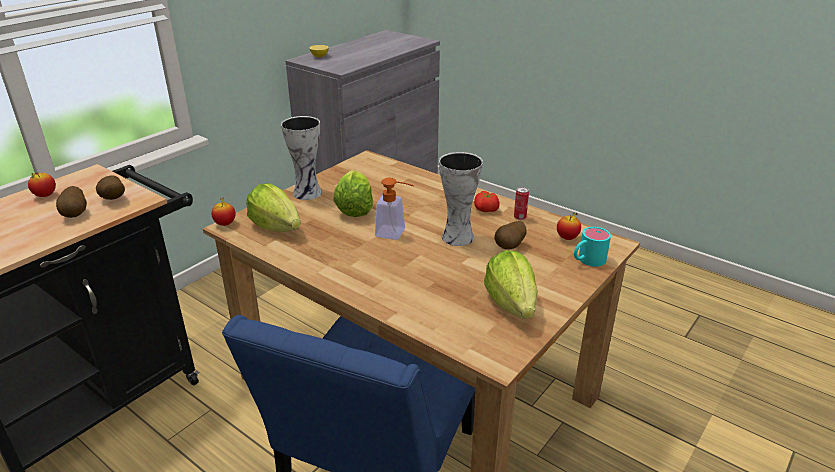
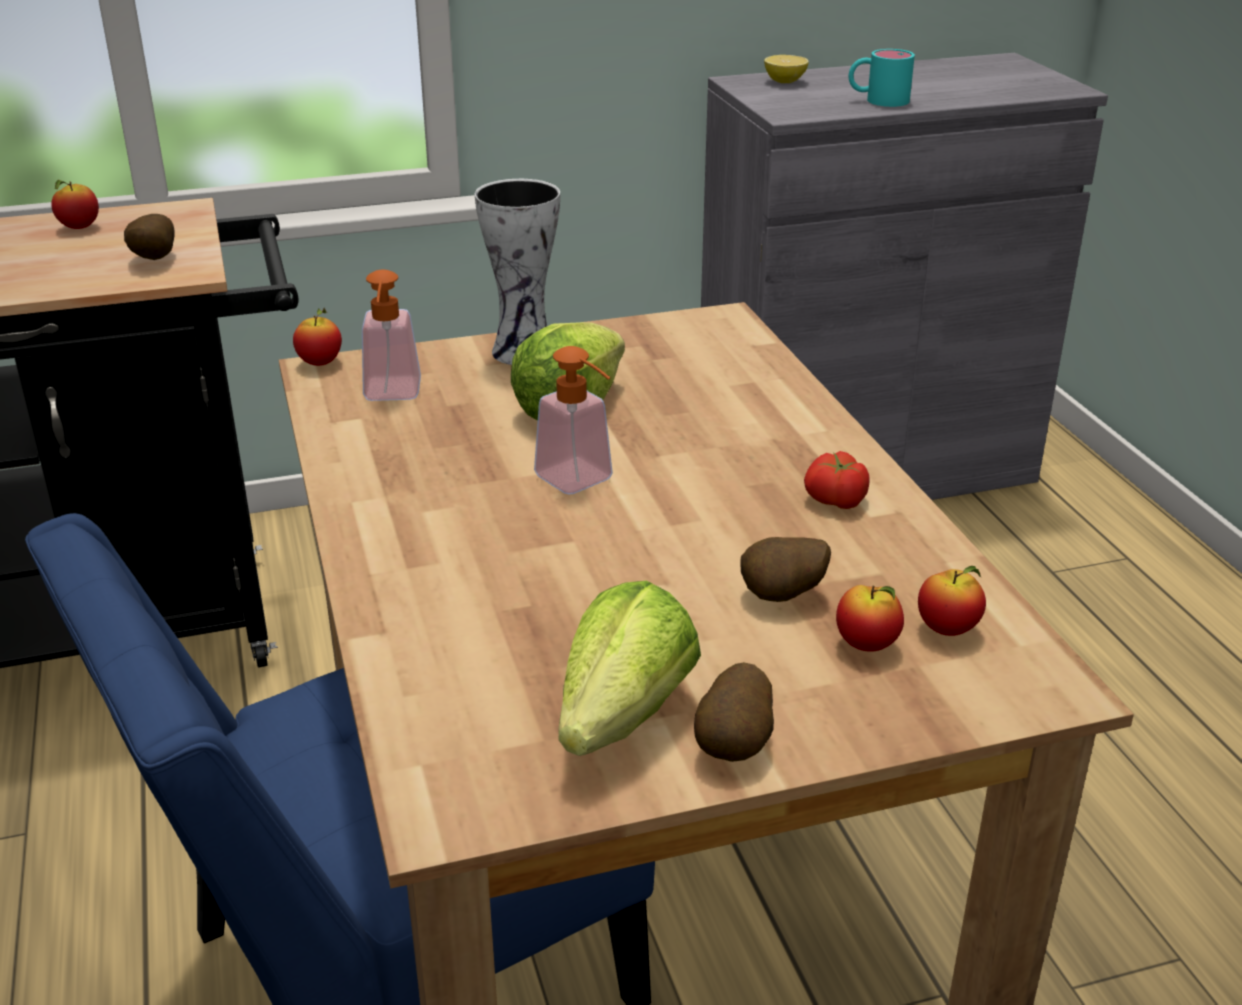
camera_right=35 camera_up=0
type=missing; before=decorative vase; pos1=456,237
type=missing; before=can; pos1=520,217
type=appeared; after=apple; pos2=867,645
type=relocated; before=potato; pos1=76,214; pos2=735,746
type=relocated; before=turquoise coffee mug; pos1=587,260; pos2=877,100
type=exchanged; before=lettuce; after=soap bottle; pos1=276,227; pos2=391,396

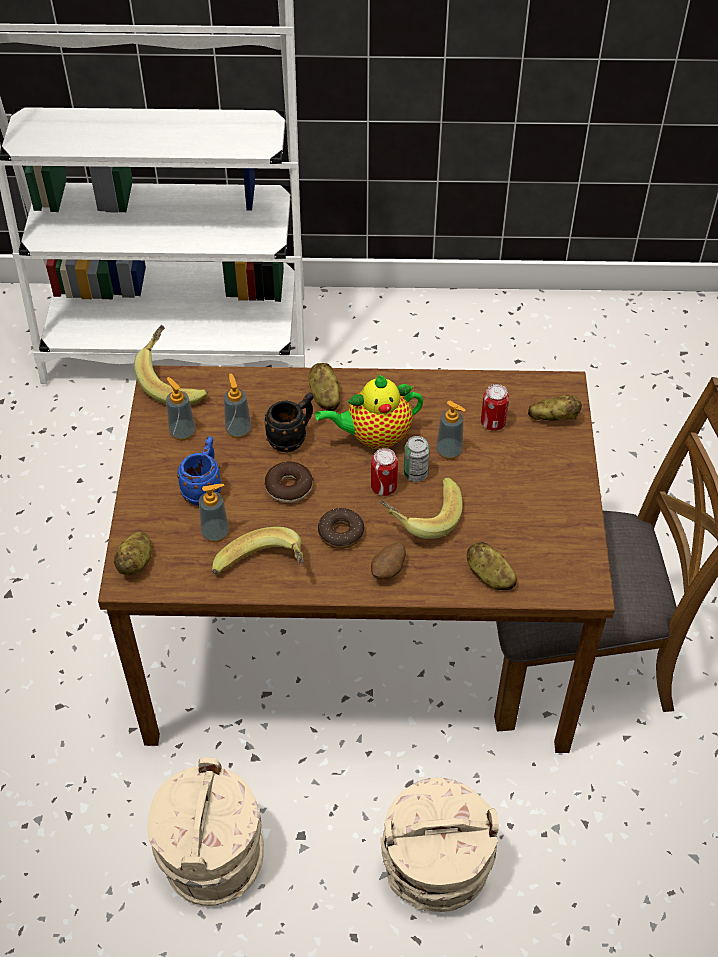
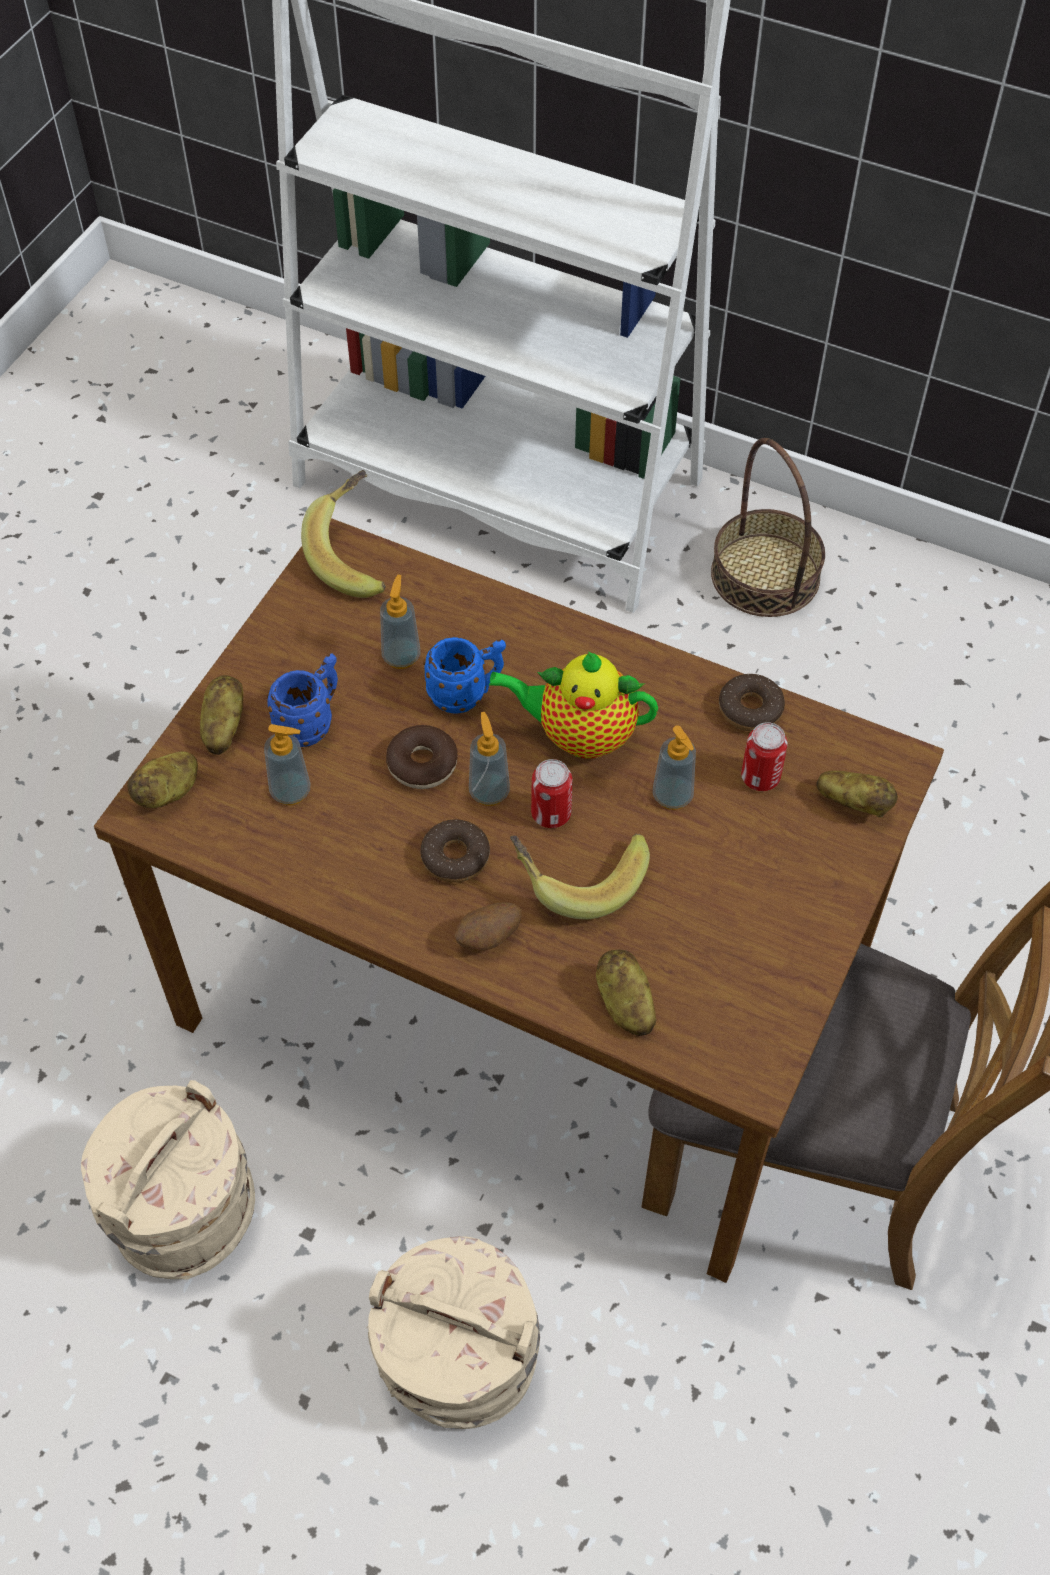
camera_right=25 camera_up=5
type=missing; before=banana fruit; pos1=263,571
type=missing; before=can; pos1=415,474
type=appeared; after=basket; pos2=765,575
type=appeared; after=doughnut; pos2=750,709
type=relocated; before=soap bottle; pos1=182,432; pos2=489,791
type=relocated; before=potato; pos1=324,396; pos2=223,727
type=colour; before=black coffee mug; after=blue coffee mug; pos1=292,438; pos2=466,694

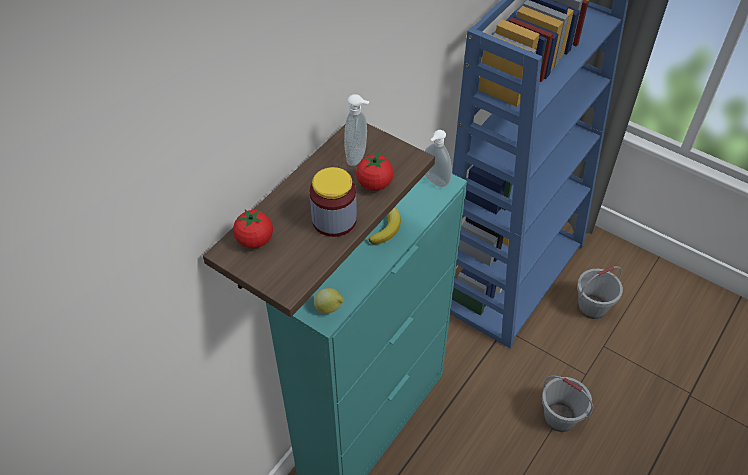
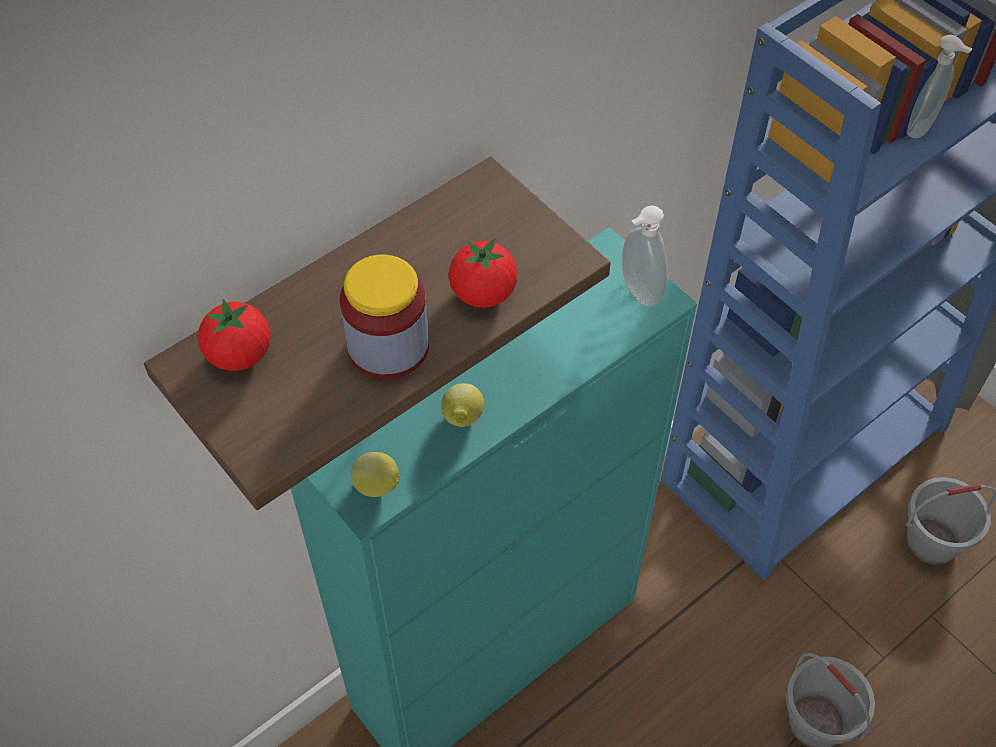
camera_right=15 camera_up=5
type=missing; before=banana fruit; pos1=386,227
type=appeared; after=citrus fruit; pos2=462,420
type=relocated; before=soap bottle; pos1=358,157; pos2=922,127

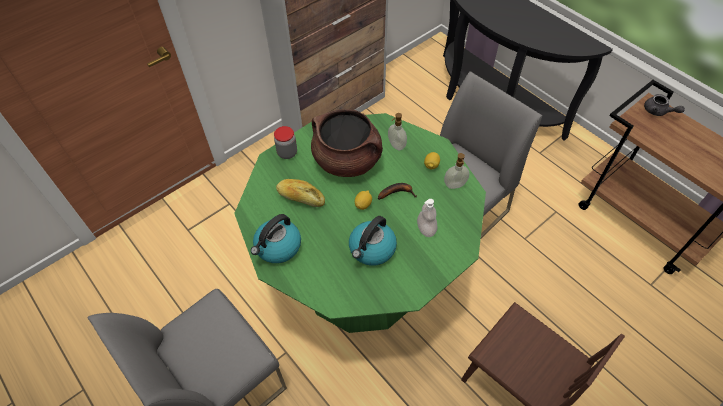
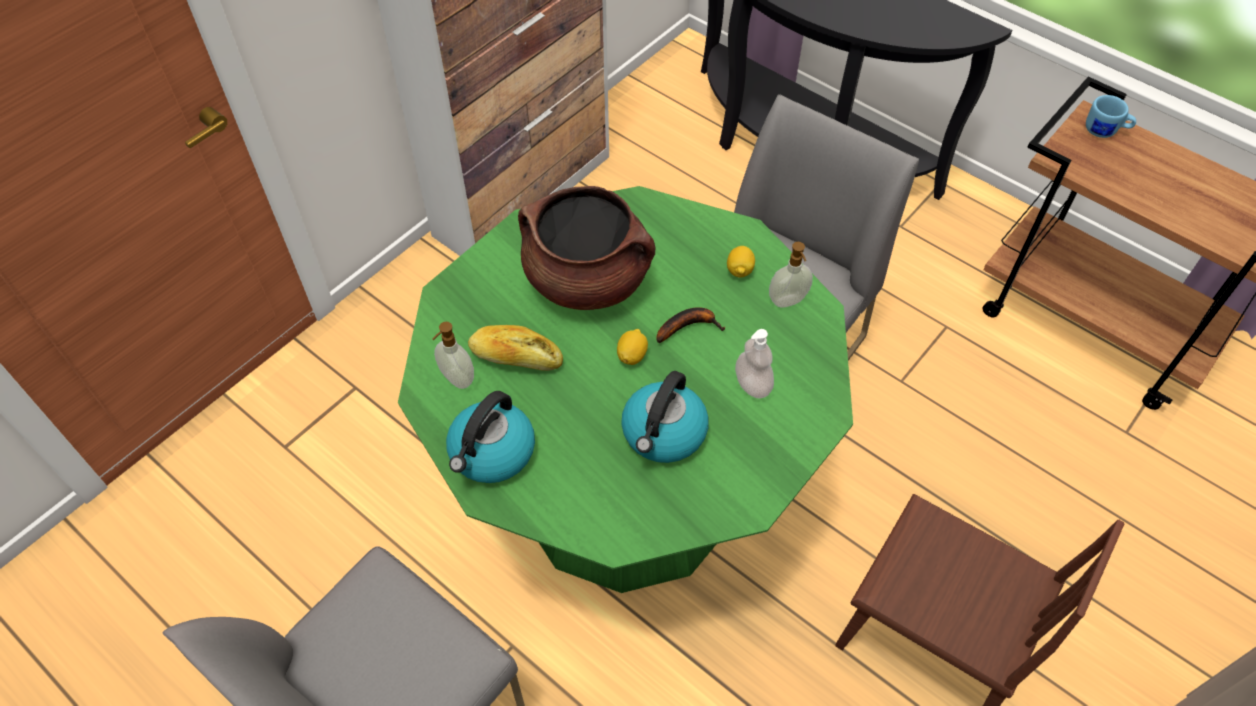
camera_right=-10 camera_up=0
type=missing; before=preserve jar; pos1=287,153
type=relocated; before=soap bottle; pos1=396,146; pos2=456,379
type=exchanged; before=greyish teapot; after=blue coffee mug; pos1=658,111; pos2=1105,131

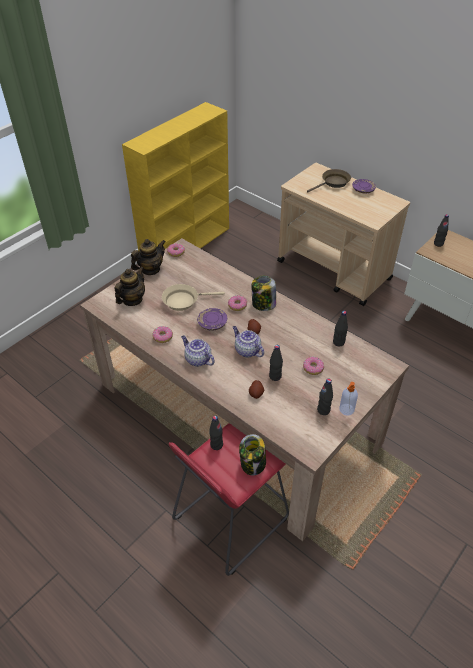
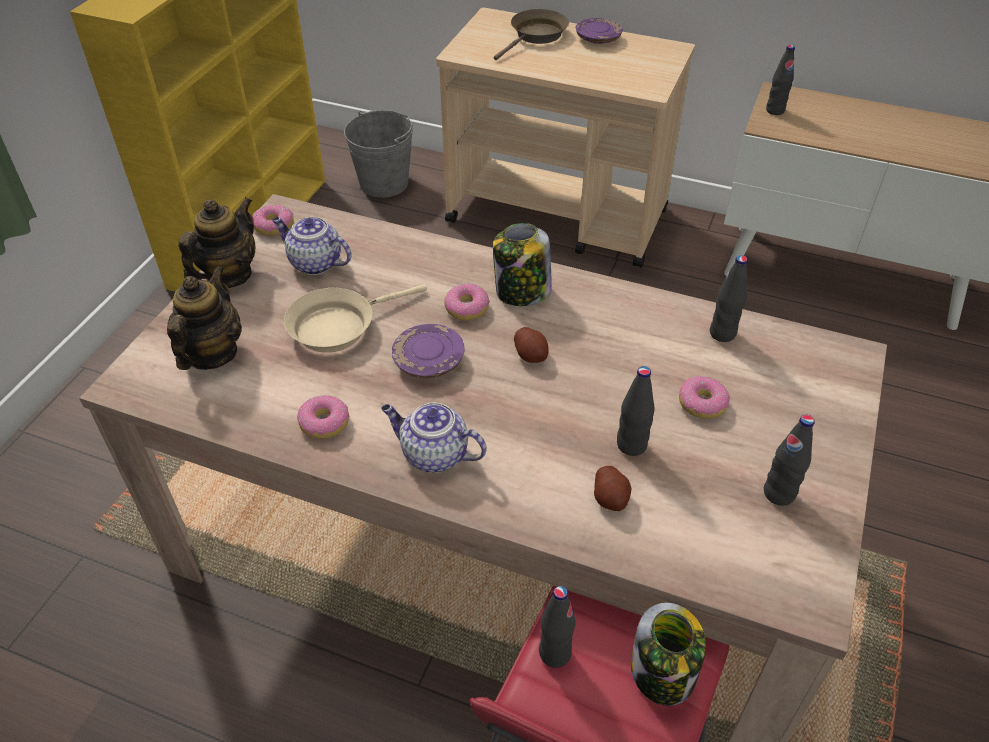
camera_right=-20 camera_up=0
type=missing; before=soap bottle; pos1=346,410
type=appeared; after=greyish water bucket; pos2=384,183
type=relocated; before=teapot; pos1=247,350; pos2=314,263

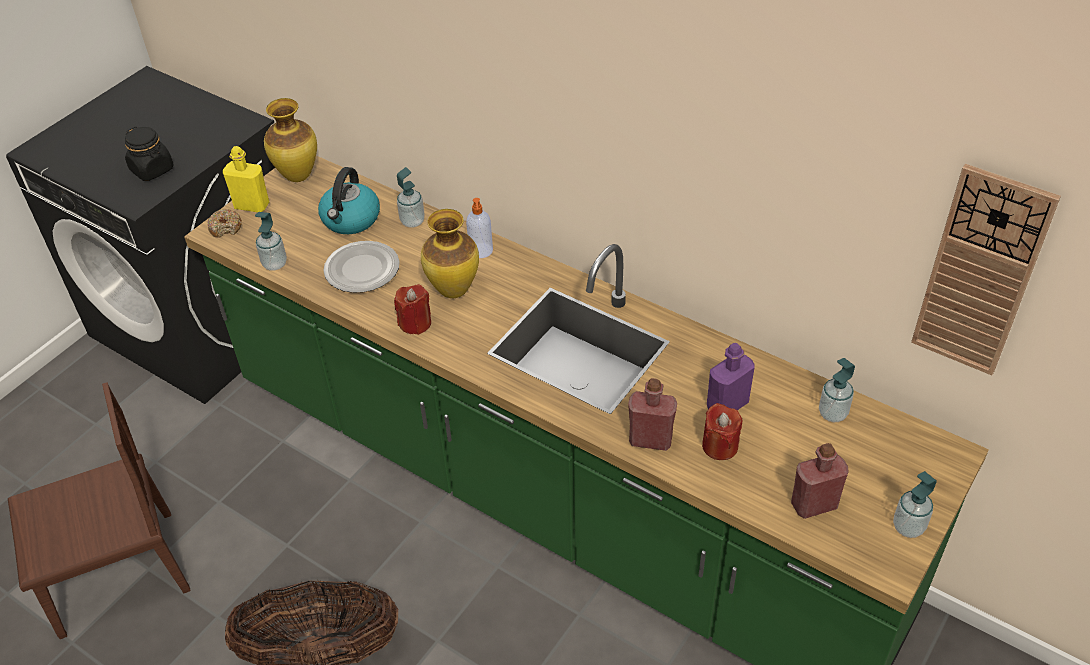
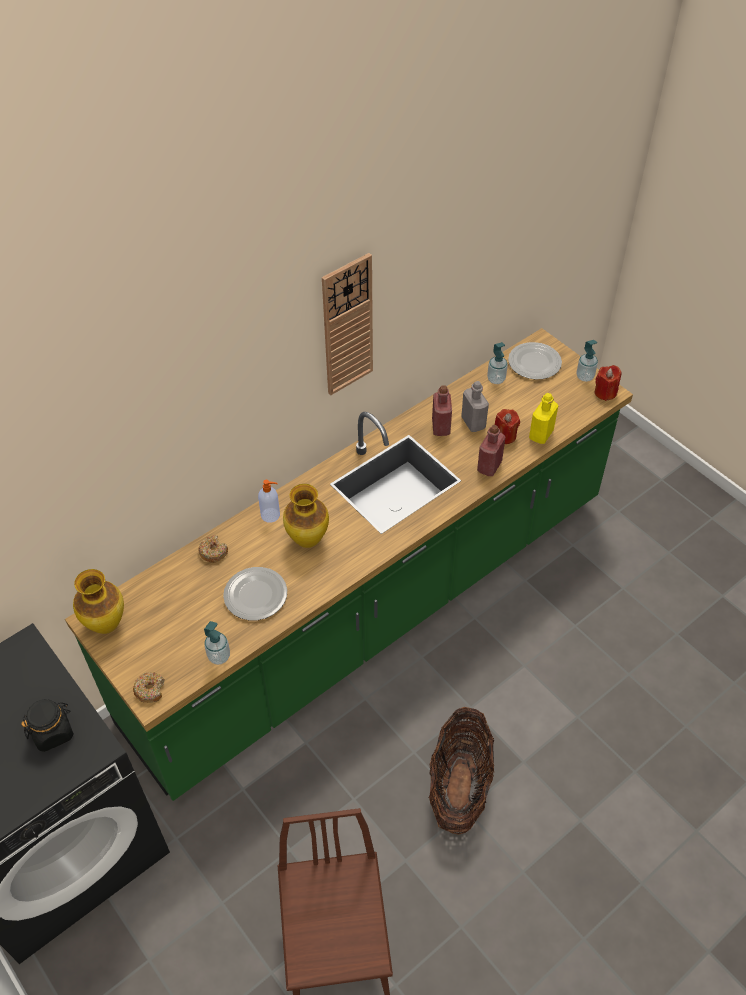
camera_right=-75 camera_up=5
type=missing; before=tea kettle; pos1=351,220
type=appeared; after=plate; pos2=533,363
type=relocated; before=yellow bottle; pos1=252,205; pos2=541,434
type=relocated; before=red wax light; pos1=415,323; pos2=605,392
type=relocated; before=red bottle; pos1=814,504; pos2=441,427
type=relocated; before=wall clock; pos1=980,273; pos2=347,326
type=exchanged; before=soap bottle; after=doughnut; pos1=412,221; pos2=213,552
type=colour; before=purple bottle; after=greyish bottle; pos1=727,405; pos2=473,423

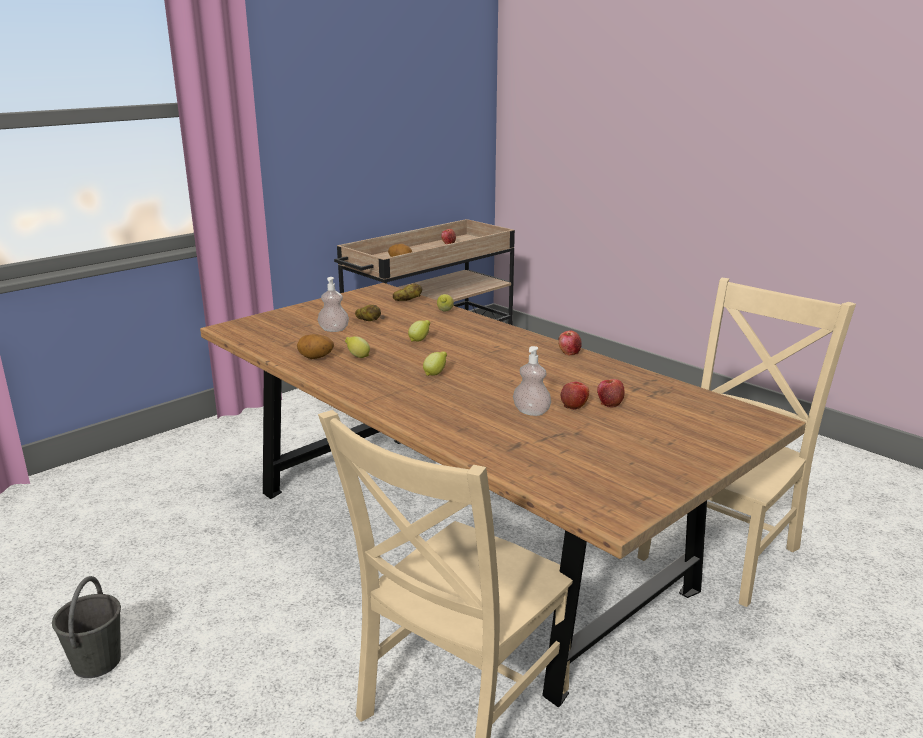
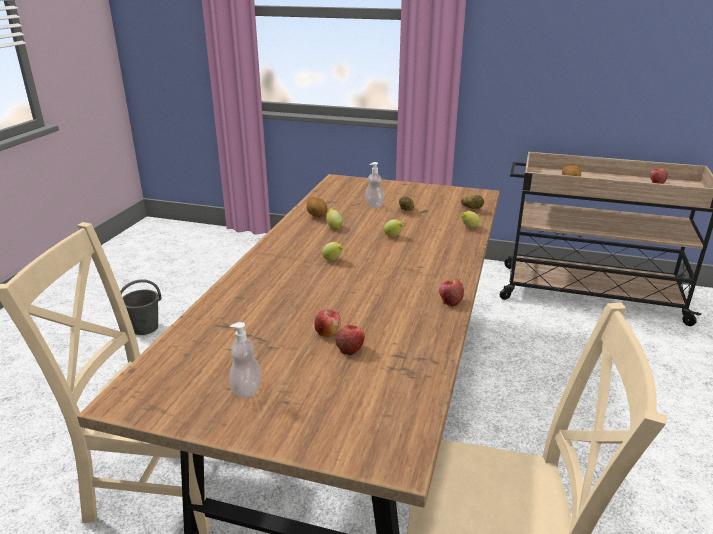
camera_right=60 camera_up=5
type=relocated; before=soap bottle; pos1=531,412; pos2=246,389

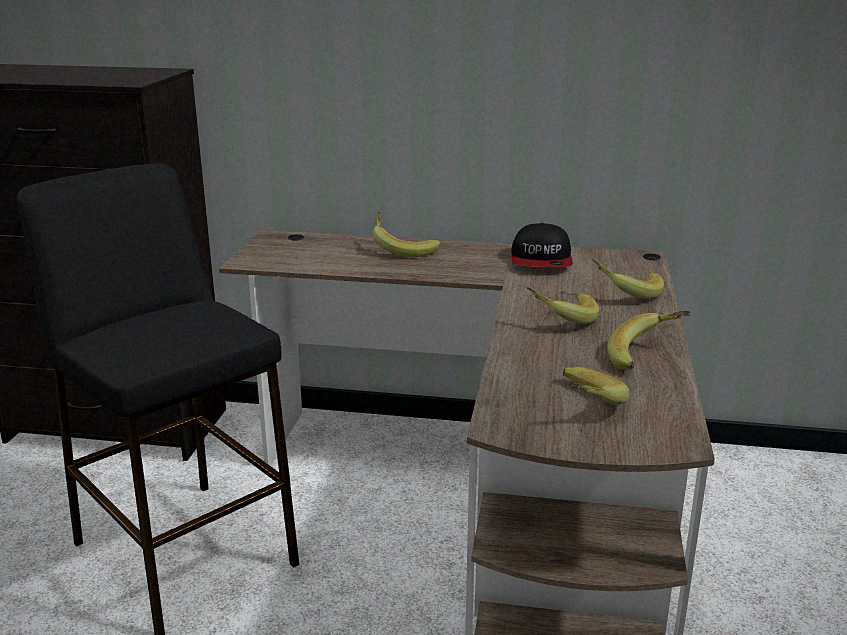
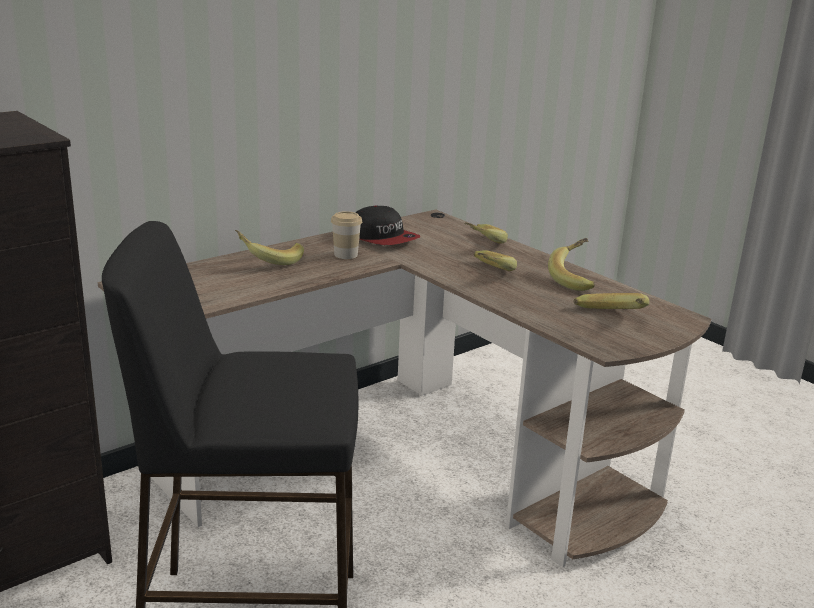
camera_right=-50 camera_up=0
type=appeared; after=drinking cup; pos2=346,255

